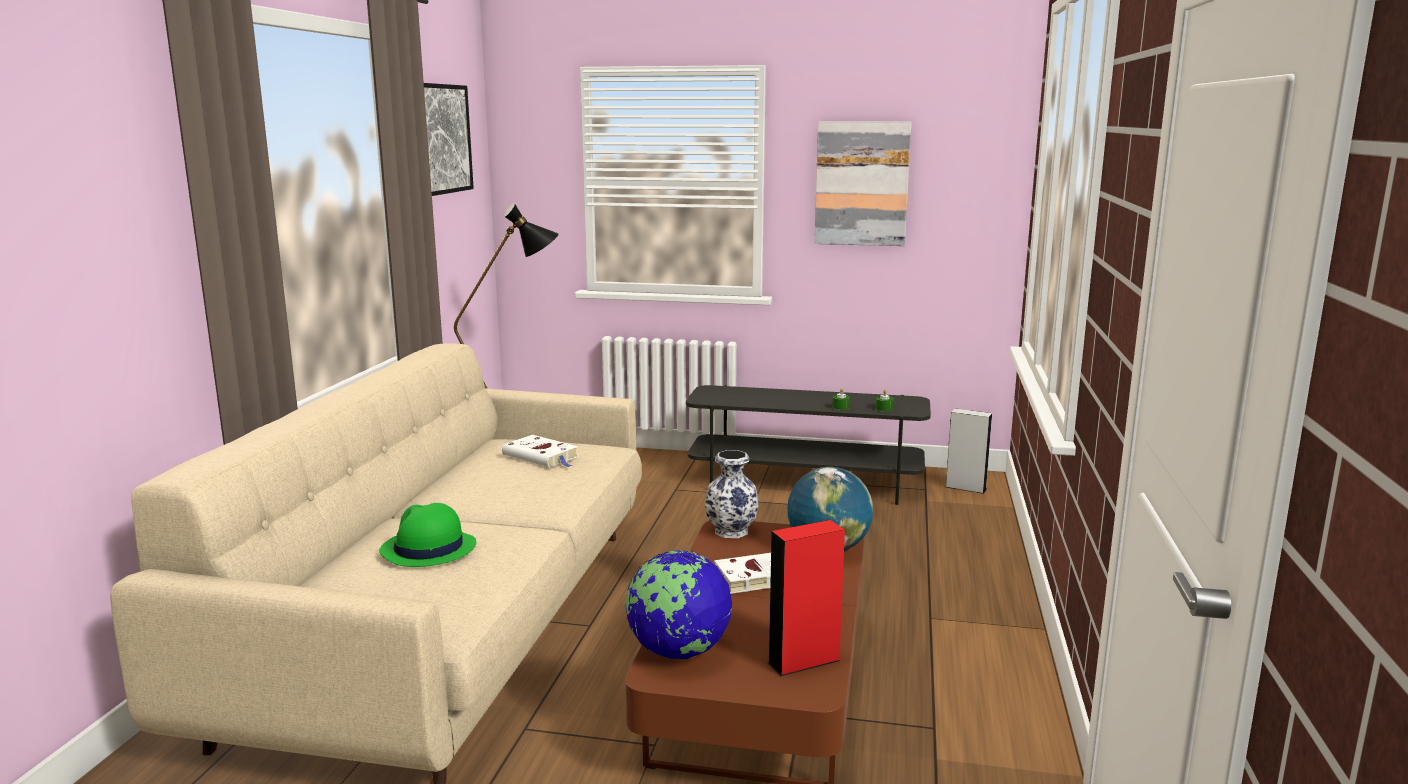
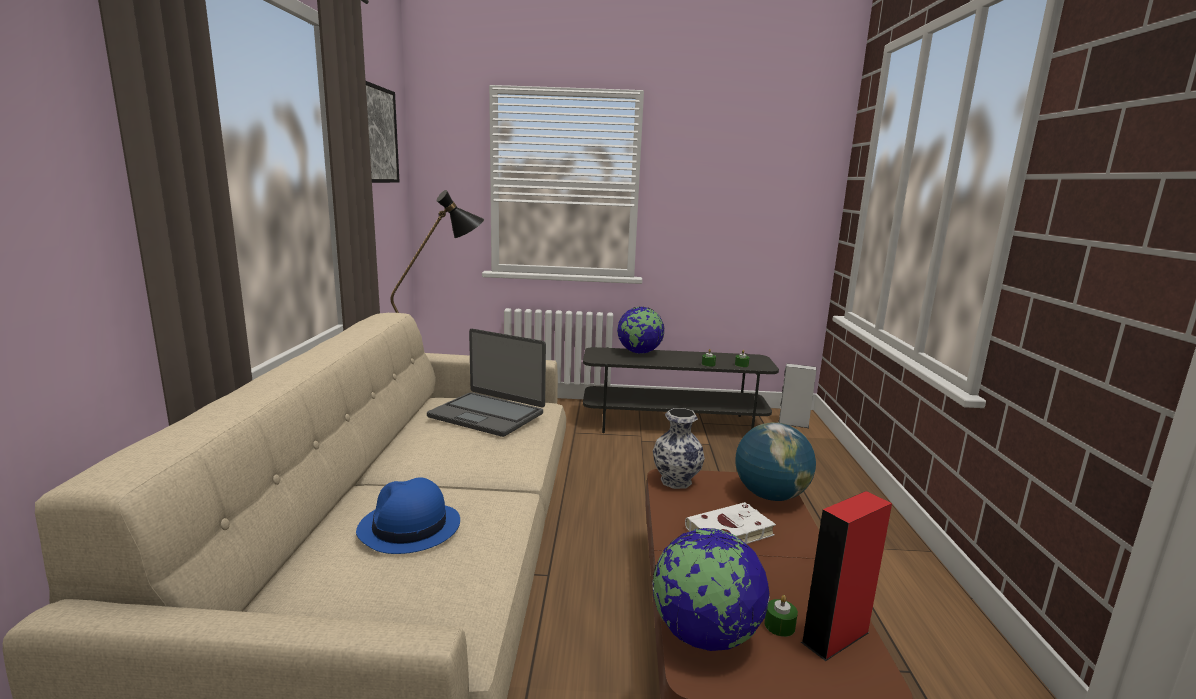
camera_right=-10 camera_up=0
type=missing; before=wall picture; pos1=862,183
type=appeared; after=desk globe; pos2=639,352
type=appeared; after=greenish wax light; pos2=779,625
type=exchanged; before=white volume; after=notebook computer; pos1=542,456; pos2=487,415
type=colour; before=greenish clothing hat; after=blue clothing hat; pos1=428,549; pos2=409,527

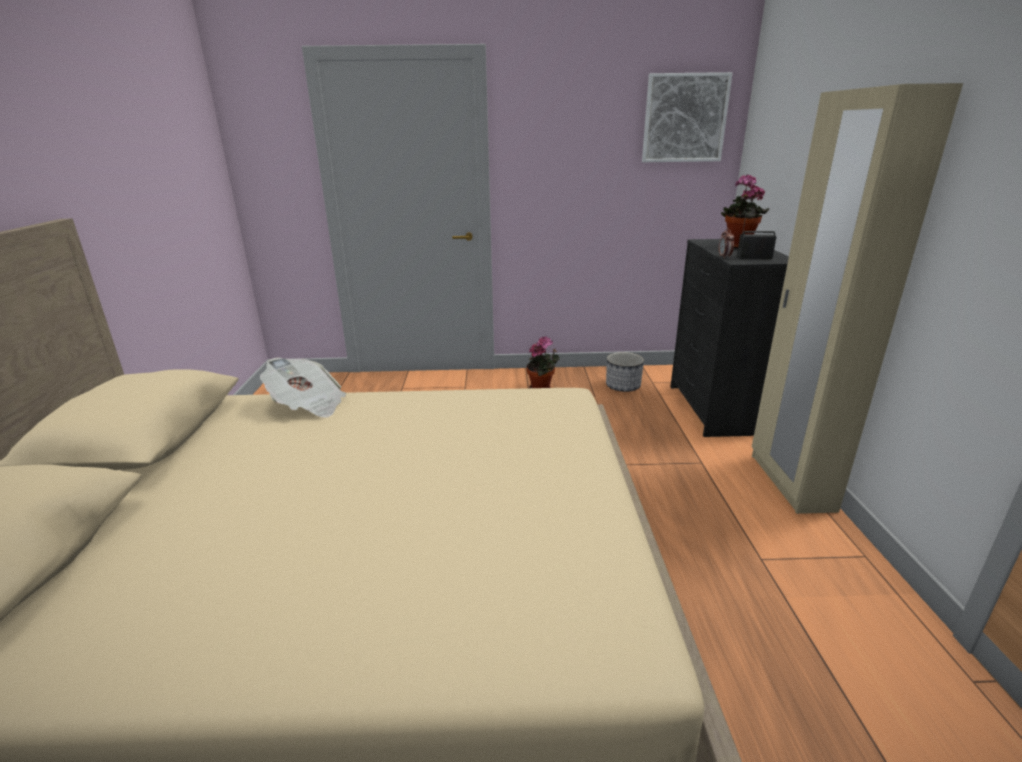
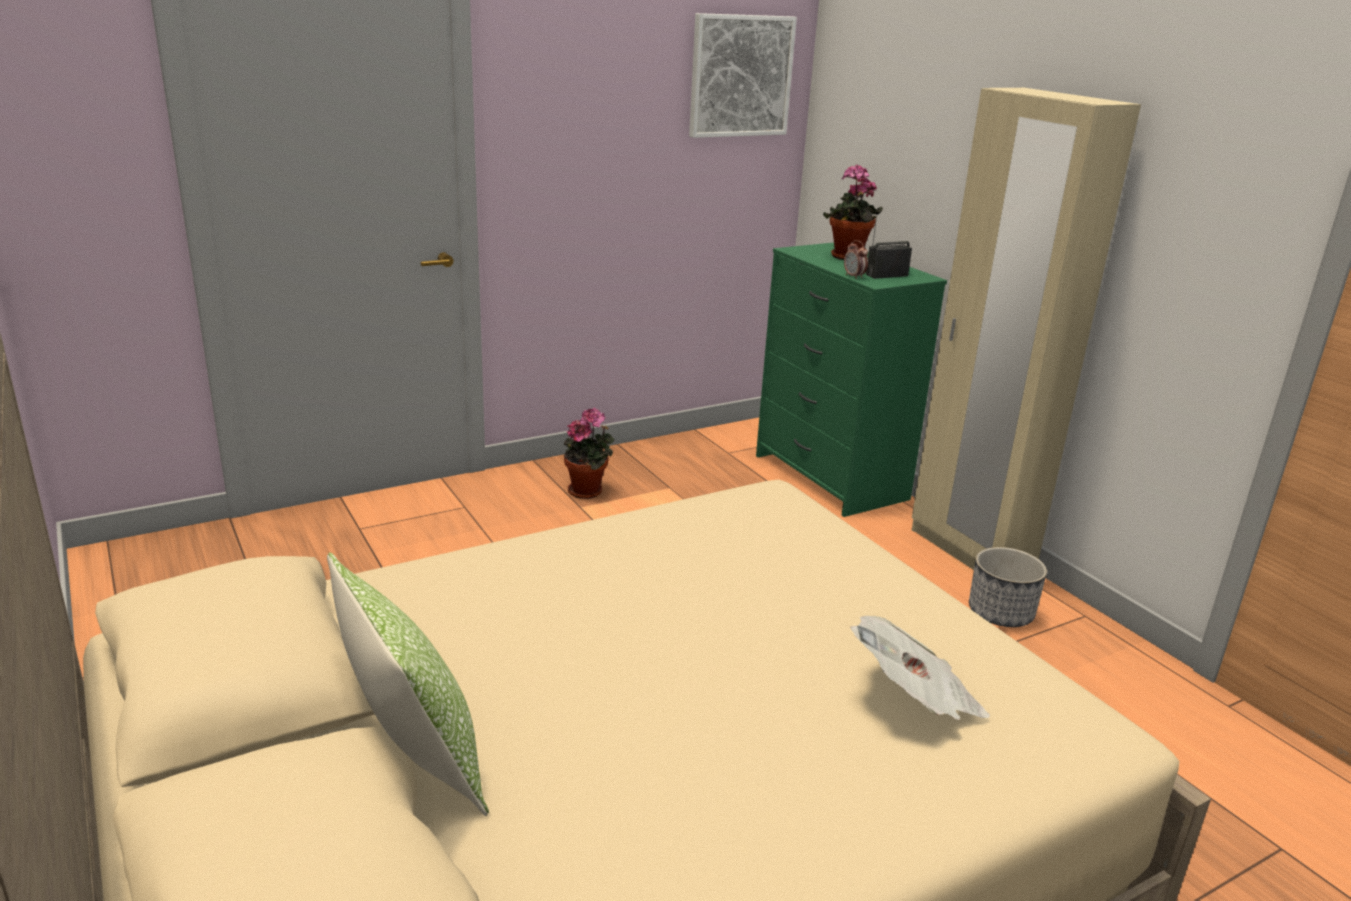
camera_right=-30 camera_up=0
type=appeared; after=cushion; pos2=414,759
type=relocated; before=newspaper; pos1=308,405; pos2=915,700
type=relocated; before=flower pot; pos1=623,387; pos2=1001,613
type=colour; before=black chest of drawers; after=greenish chest of drawers; pos1=714,409; pos2=829,477

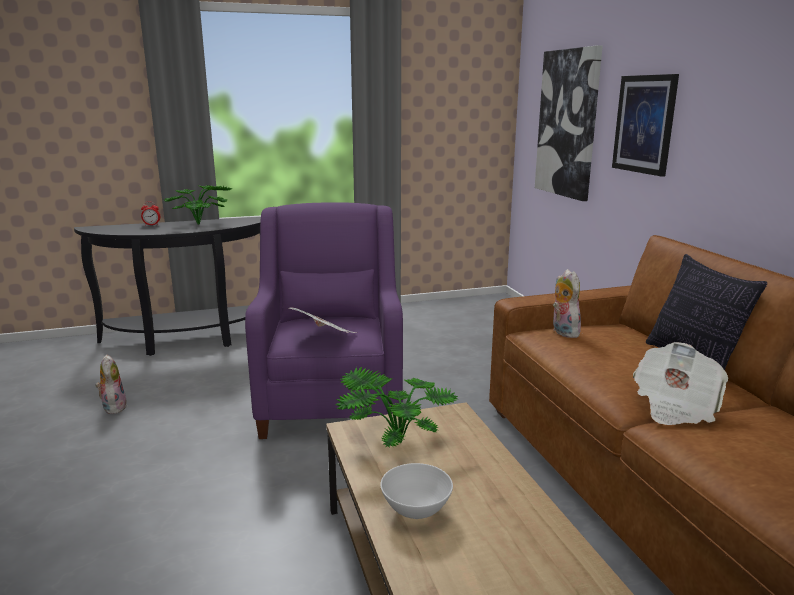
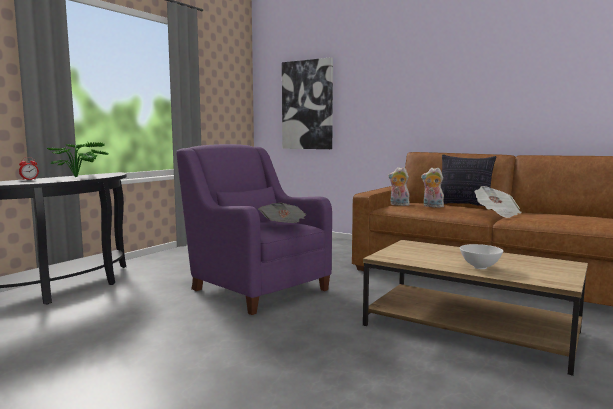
camera_right=-40 camera_up=-10
type=missing; before=potted plant; pos1=393,441
type=missing; before=wall picture; pos1=644,124
type=relocated; before=cuddly toy; pos1=113,407; pos2=432,206

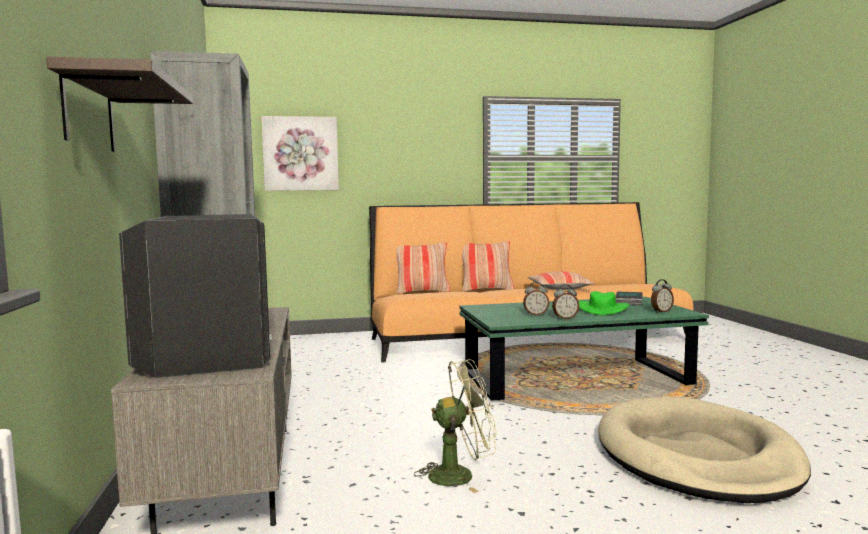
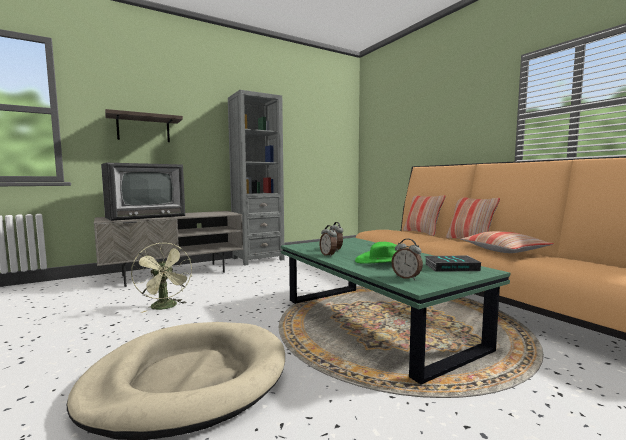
camera_right=70 camera_up=0
type=missing; before=wall picture; pos1=300,154

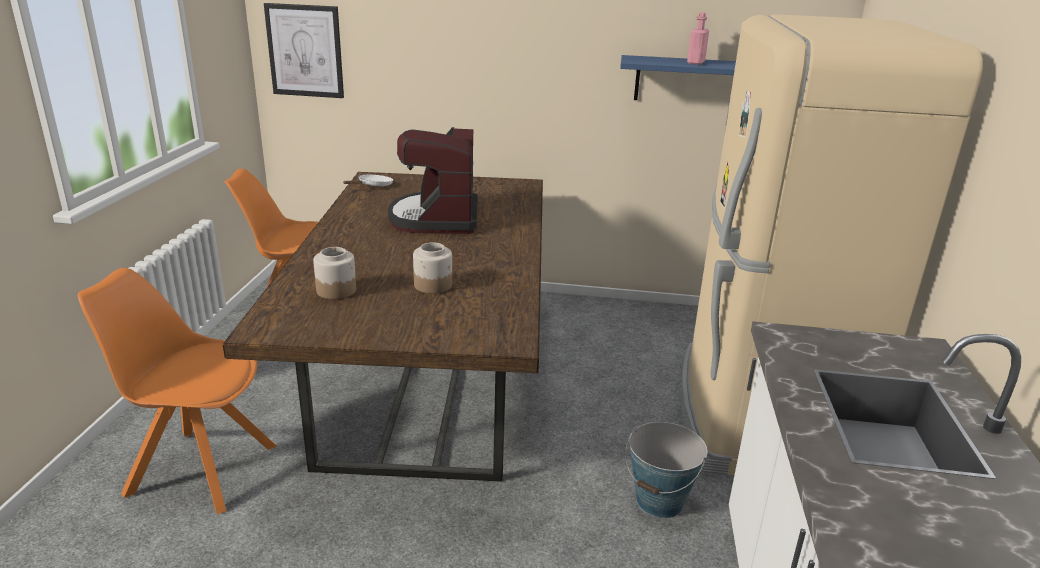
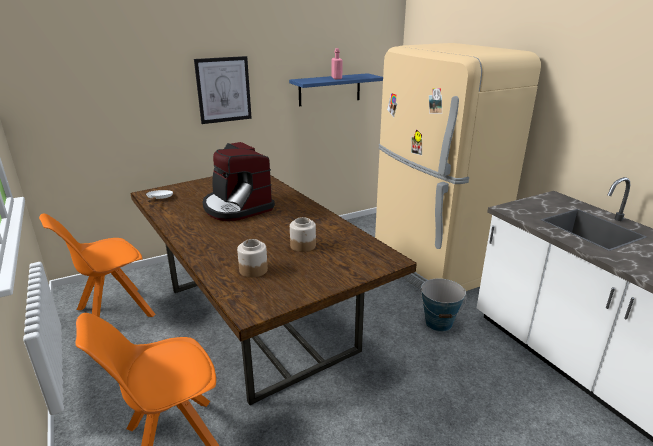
camera_right=-35 camera_up=0
type=relocated; before=wall picture; pos1=305,51; pos2=223,90

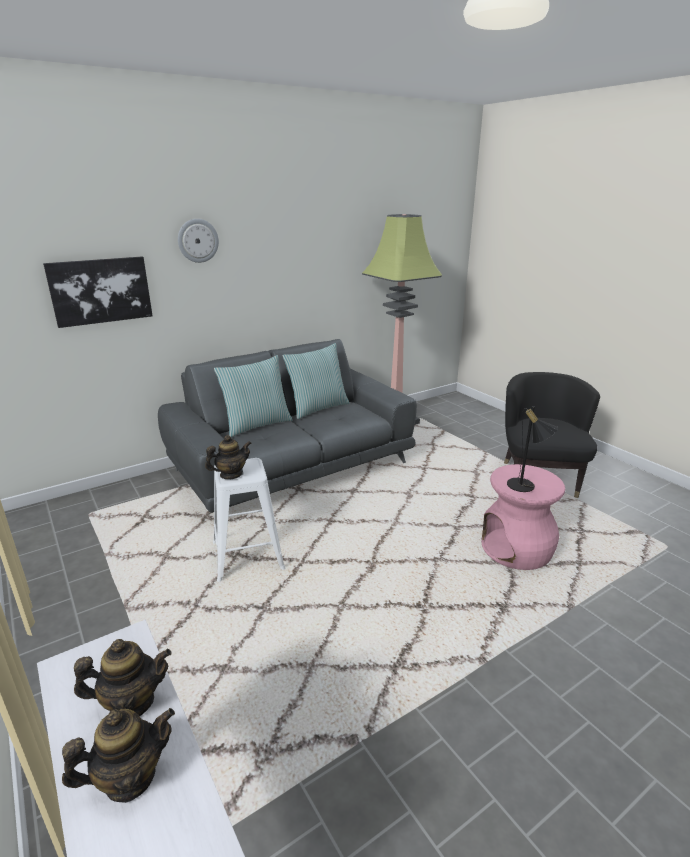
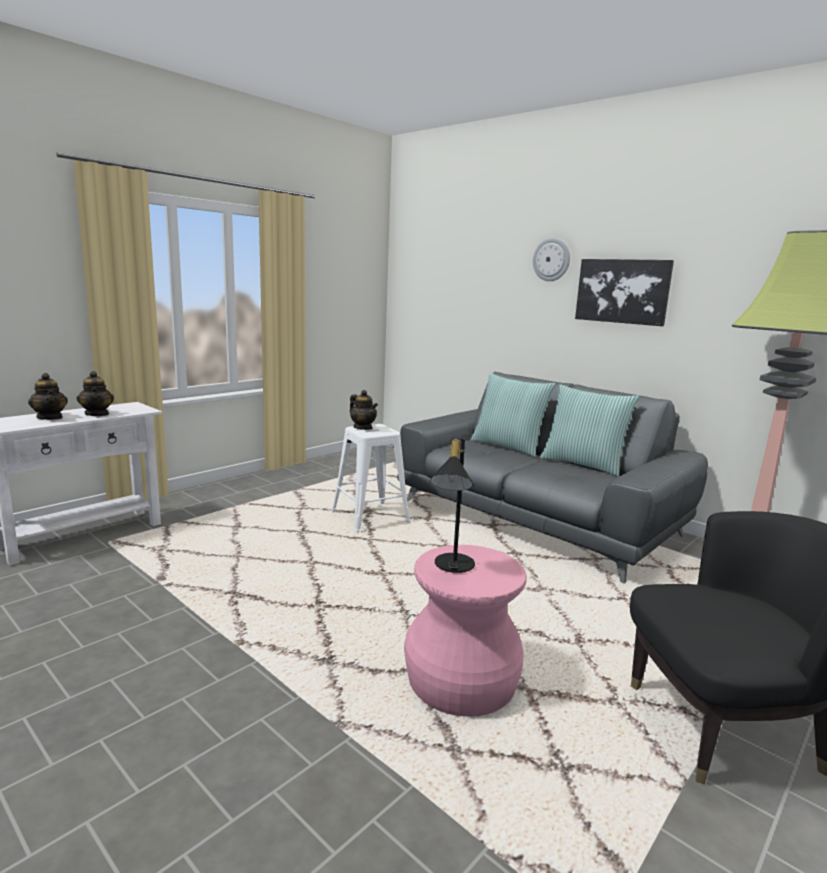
camera_right=75 camera_up=-10
type=relocated; before=wall picture; pos1=100,291; pos2=622,291

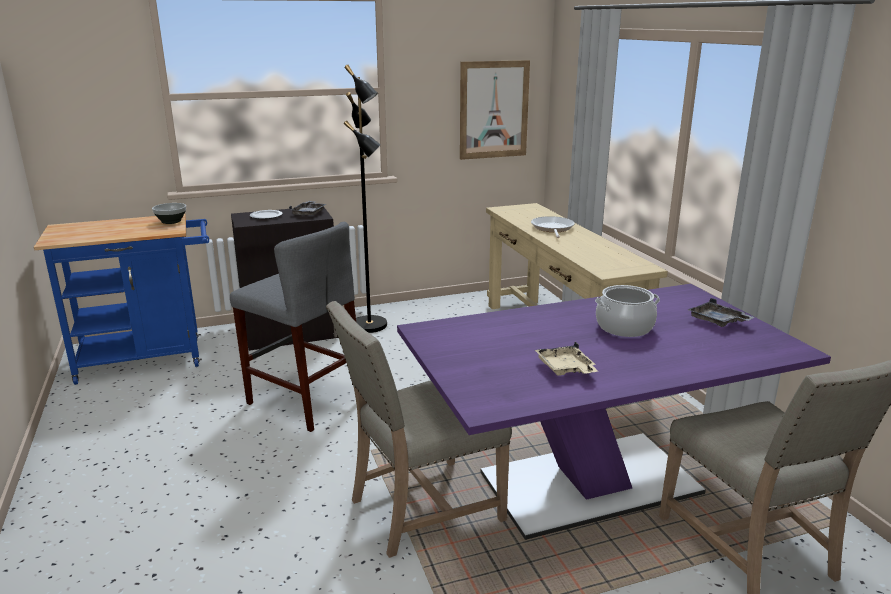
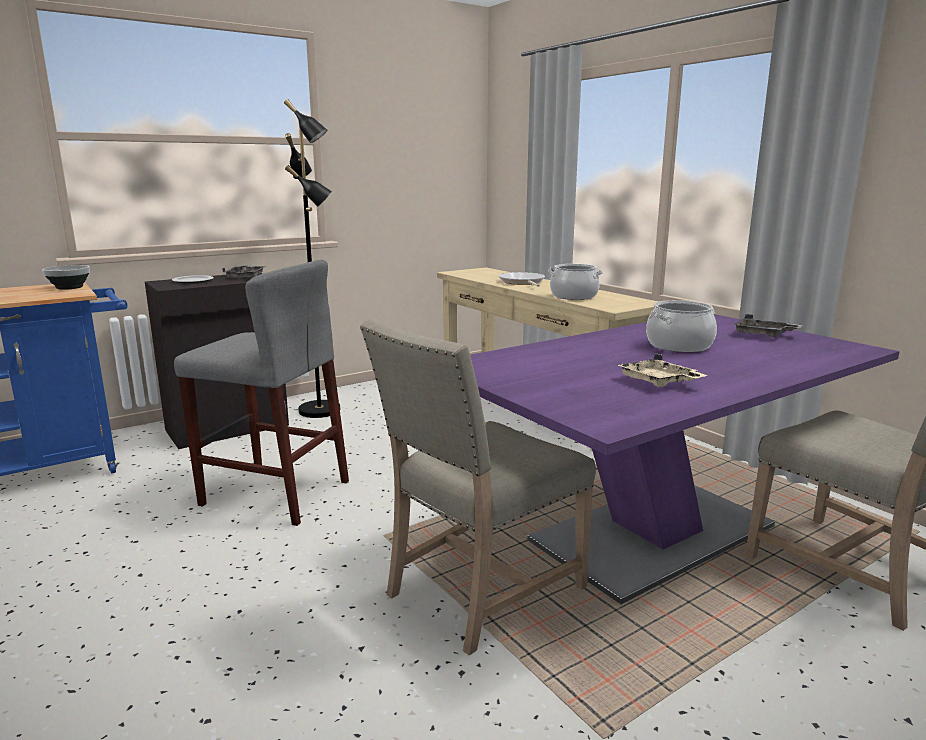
camera_right=-15 camera_up=-5
type=missing; before=wall picture; pos1=494,110
type=appeared; after=saucepot; pos2=573,296

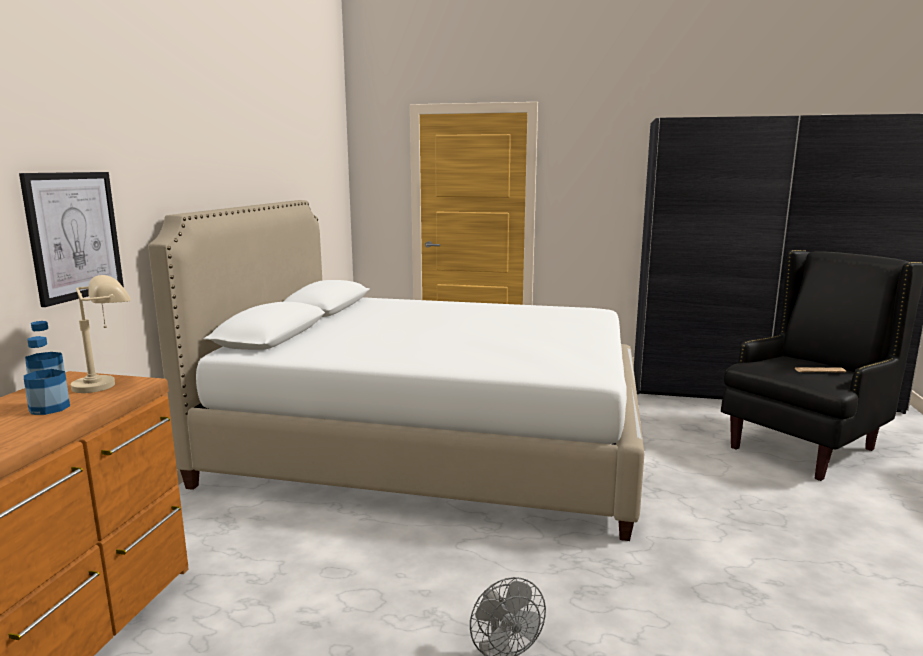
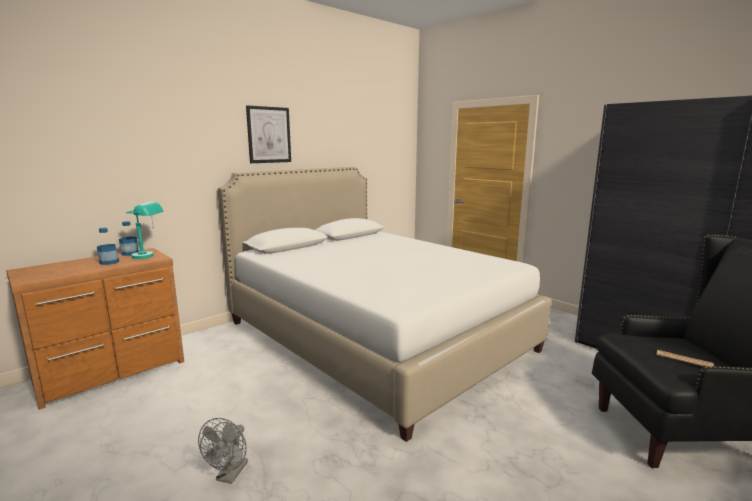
camera_right=35 camera_up=0
type=relocated; before=wall picture; pos1=74,235; pos2=269,135
type=colour; before=beige-coloured tabletop lamp; after=turquoise tabletop lamp; pos1=109,383; pos2=149,256

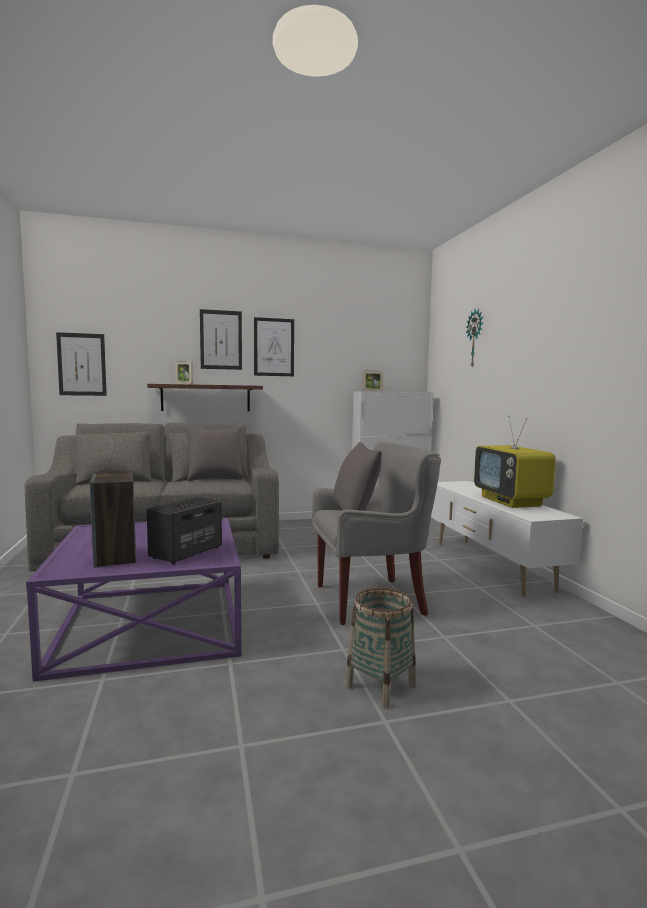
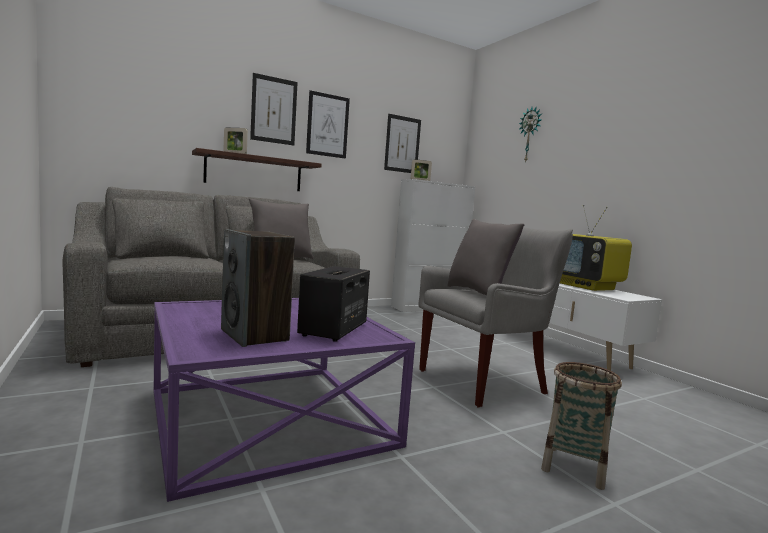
camera_right=-15 camera_up=0
type=relocated; before=wall picture; pos1=82,364; pos2=402,144

